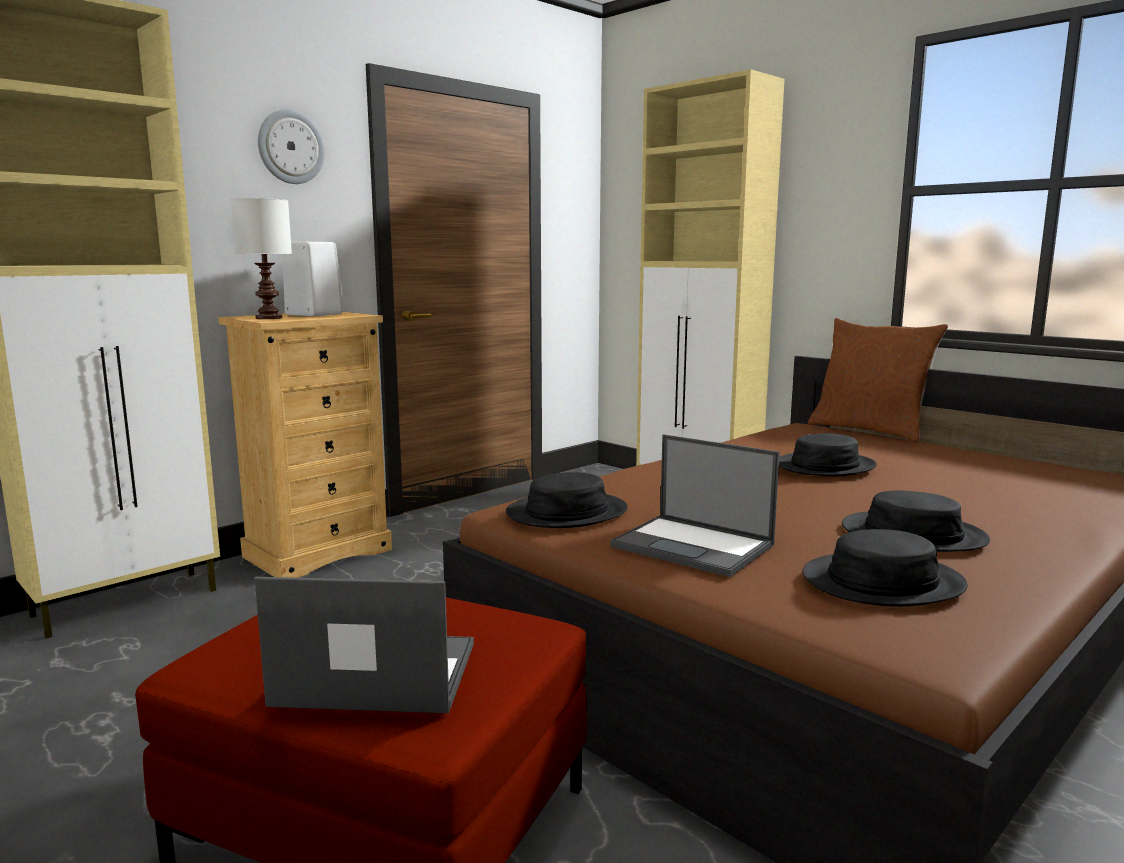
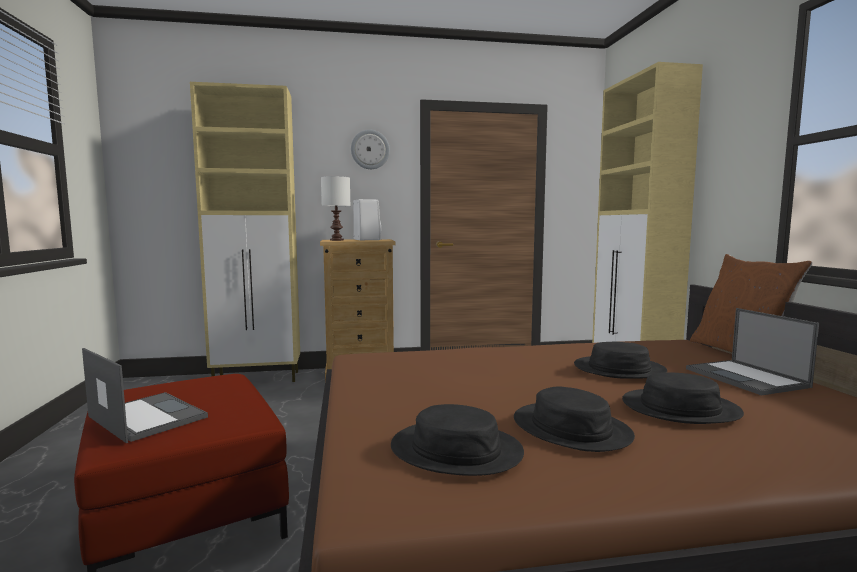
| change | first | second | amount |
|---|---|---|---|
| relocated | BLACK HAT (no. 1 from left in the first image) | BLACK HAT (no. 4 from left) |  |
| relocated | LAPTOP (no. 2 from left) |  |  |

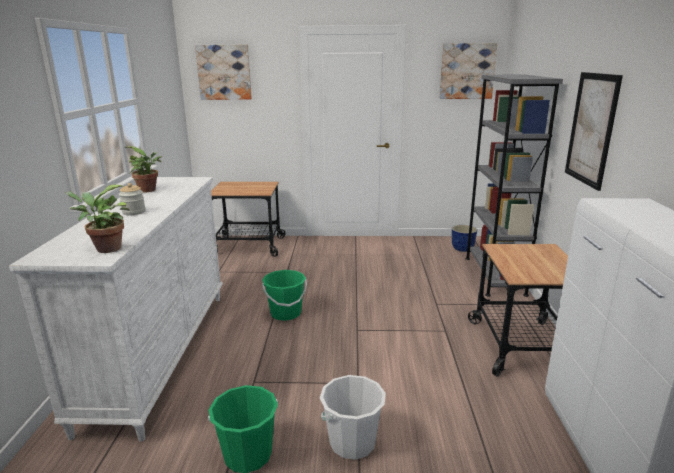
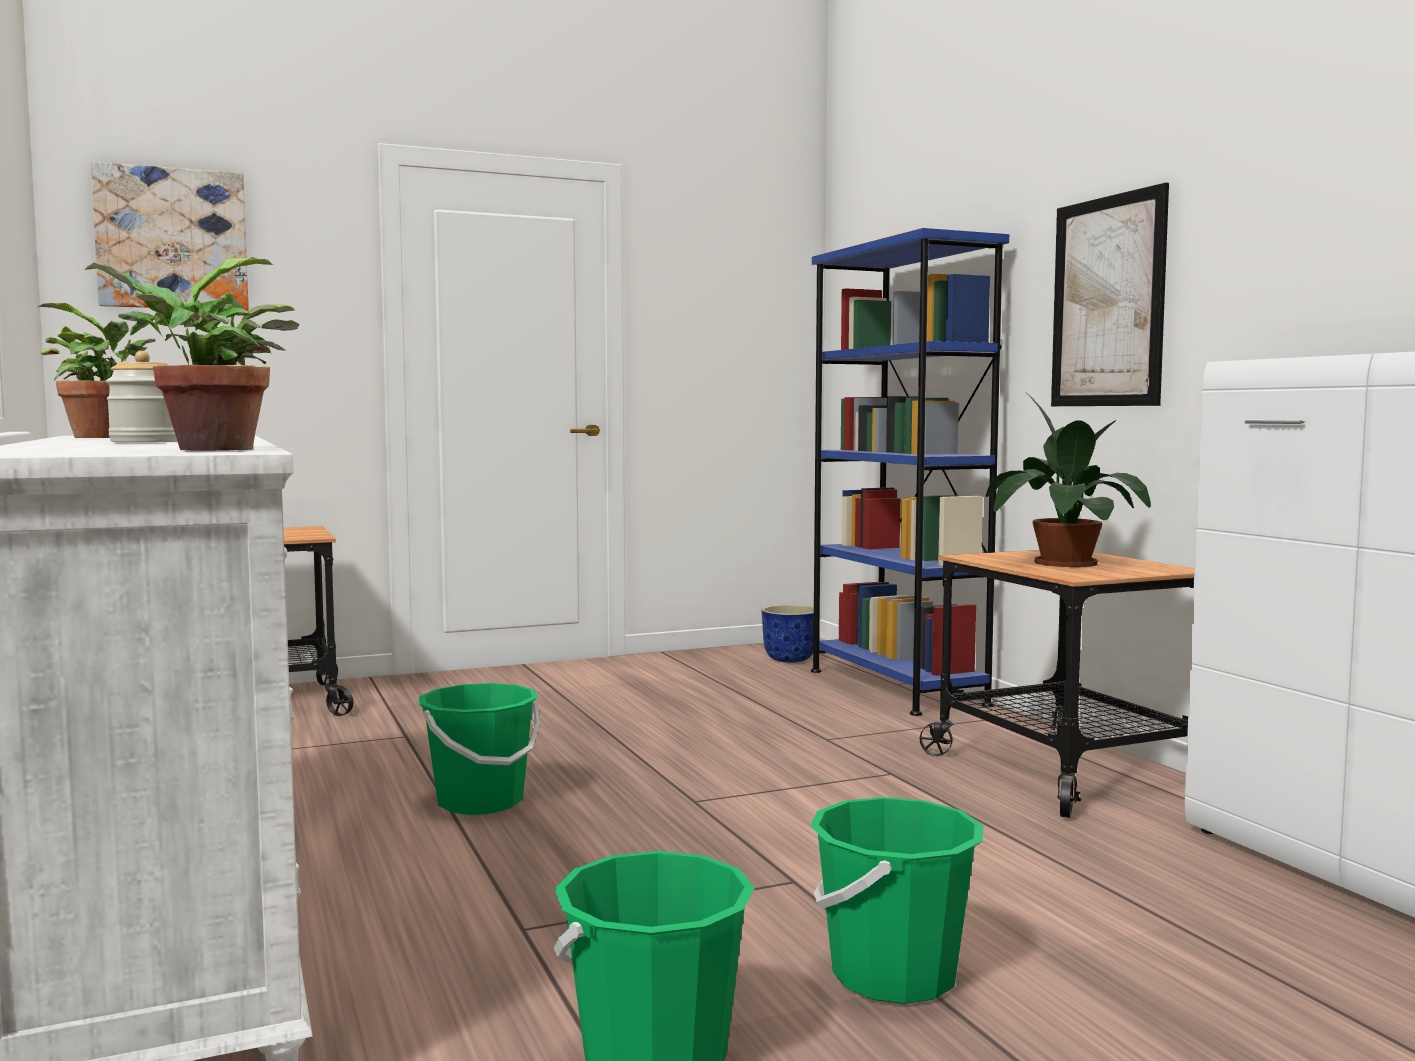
| change | first | second | amount |
|---|---|---|---|
| missing | PICTURE (no. 2 from left) |  |  |
| appeared |  | POTTED PLANT (no. 3 from left) |  |
| colour | WHITE BUCKET | GREEN BUCKET (no. 3 from left) |  |
| colour | GREY BOOKCASE | BLUE BOOKCASE |  |

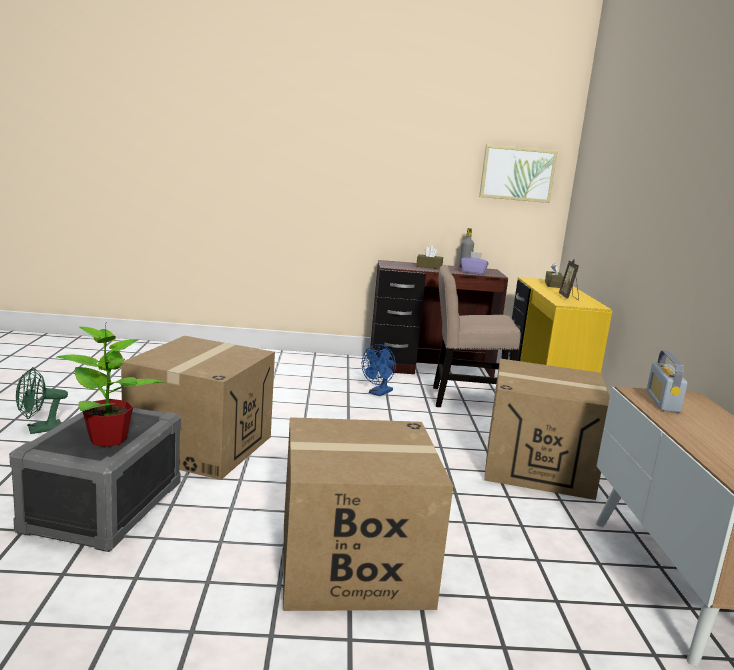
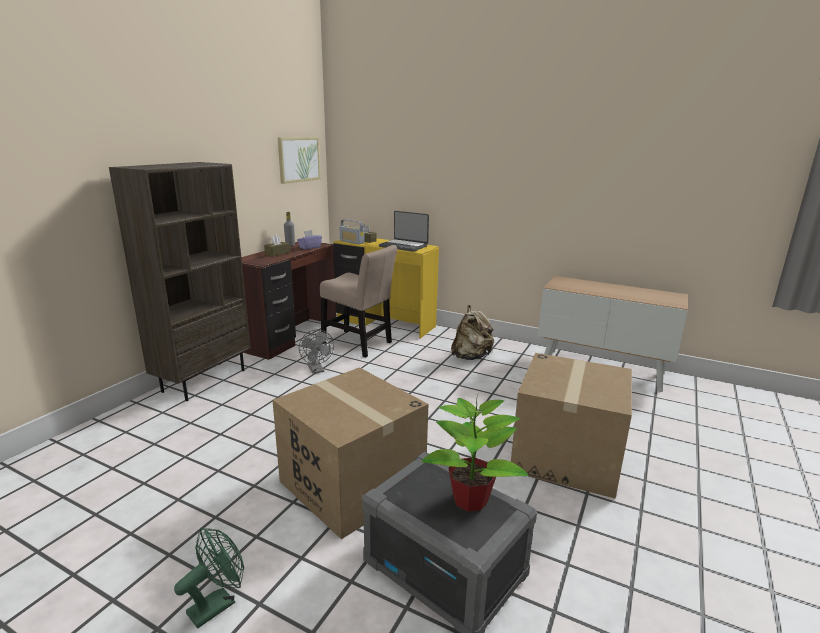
| change | first | second | amount |
|---|---|---|---|
| appeared |  | BROWN BOOKCASE |  |
| relocated | RADIO |  |  |
| exchanged | CARDBOARD BOX (no. 3 from left) | BEIGE BACKPACK |  |
| exchanged | PICTURE FRAME | LAPTOP |  |
| colour | BLUE FAN | GREY FAN |  |
| spun | GREEN FAN |  | 135 degrees counterclockwise |
| spun | BEIGE CHAIR |  | 90 degrees counterclockwise |

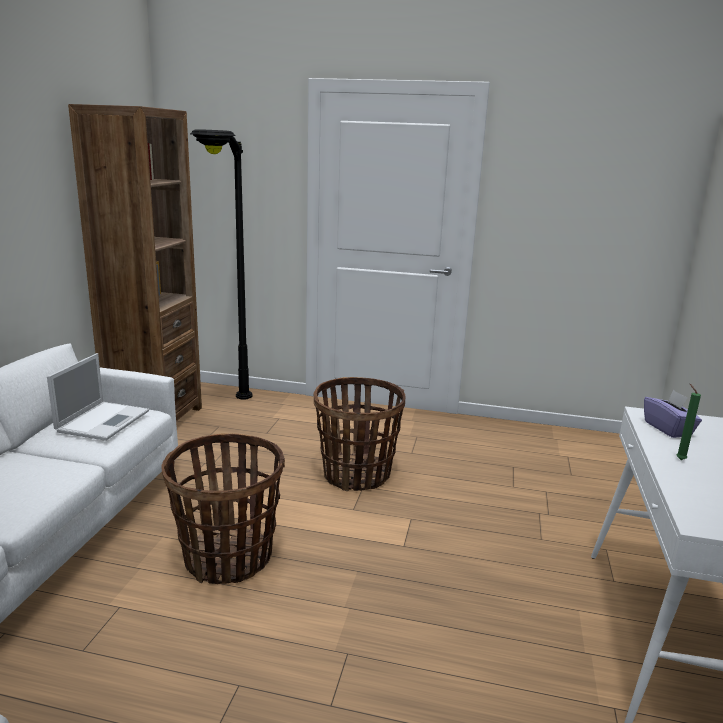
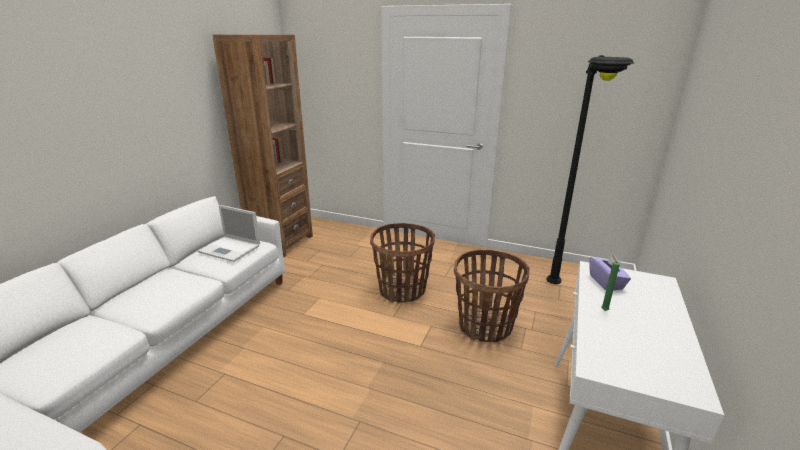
| change | first | second | amount |
|---|---|---|---|
| relocated | BASKET (no. 1 from left in the first image) | BASKET (no. 2 from left) |  |
| relocated | BLACK FLOOR LAMP |  |  |
| spun | LAPTOP |  | 90 degrees clockwise |

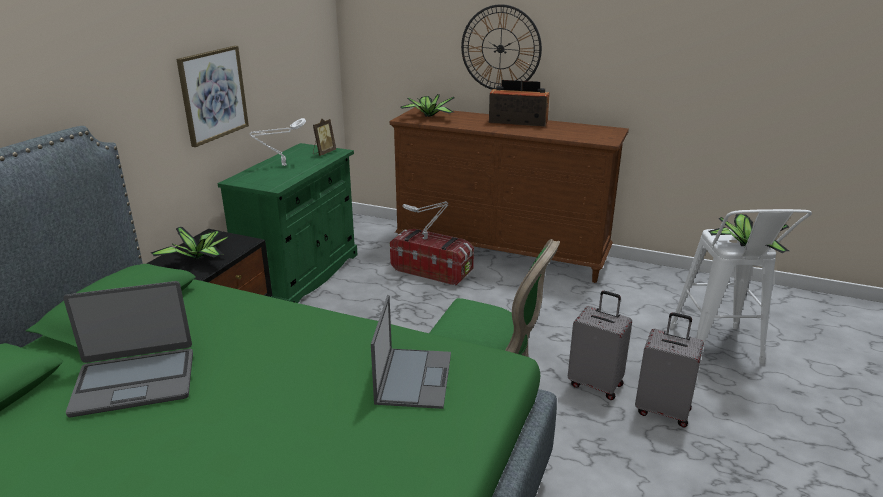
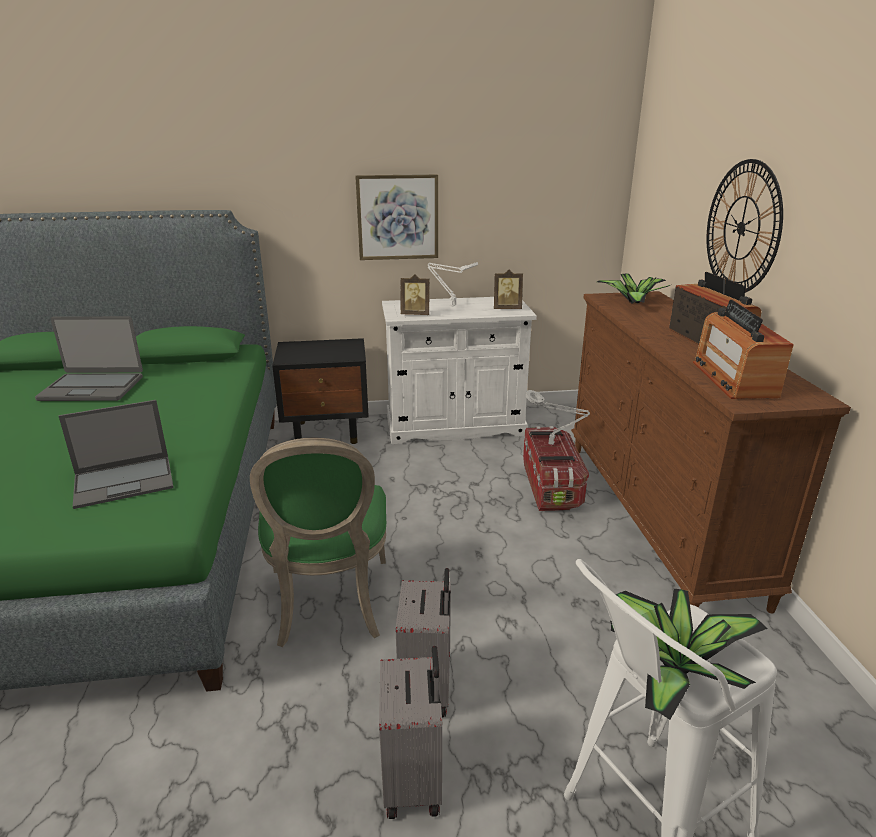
| change | first | second | amount |
|---|---|---|---|
| missing | POTTED PLANT (no. 1 from left) |  |  |
| appeared |  | PICTURE FRAME (no. 1 from left) |  |
| appeared |  | RADIO (no. 2 from left) |  |
| colour | GREEN CABINET | WHITE CABINET |  |
| spun | LAPTOP (no. 1 from left) |  | 45 degrees counterclockwise |

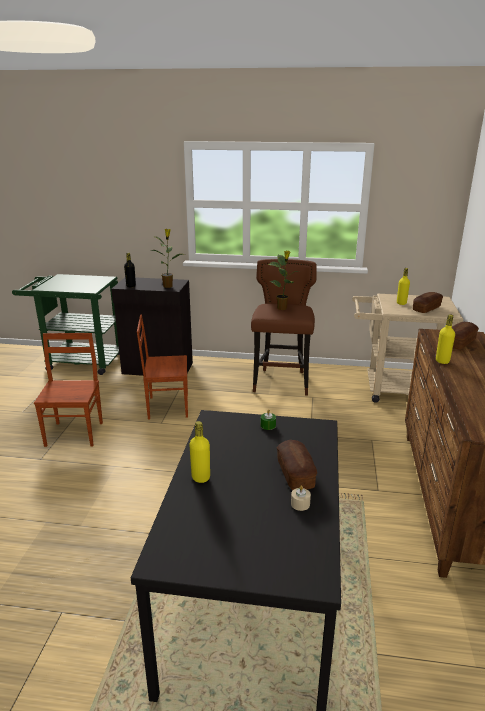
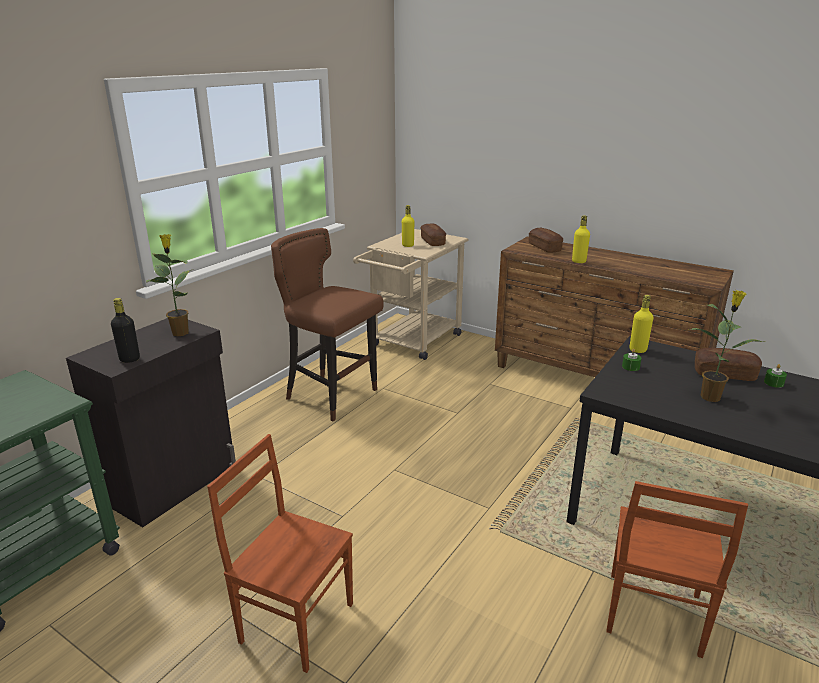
| change | first | second | amount |
|---|---|---|---|
| relocated | BROWN CHAIR (no. 2 from left) |  |  |
| relocated | YELLOW BOTTLE (no. 1 from left in the first image) | YELLOW BOTTLE (no. 3 from left) |  |
| relocated | POTTED PLANT (no. 2 from left) |  |  |
| colour | BEIGE CANDLE | GREEN CANDLE (no. 2 from left) |  |

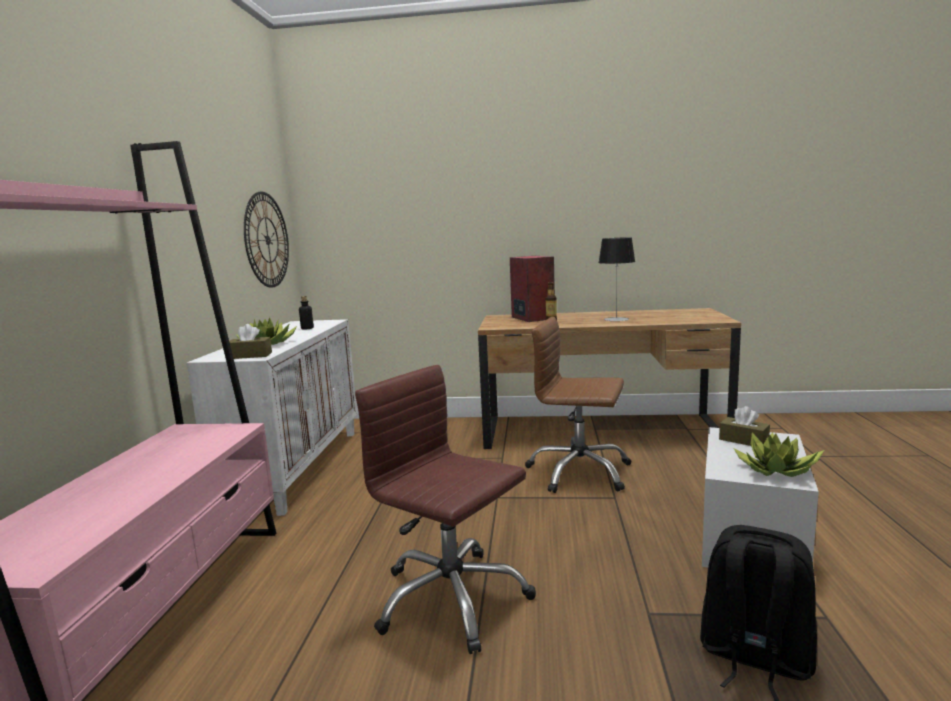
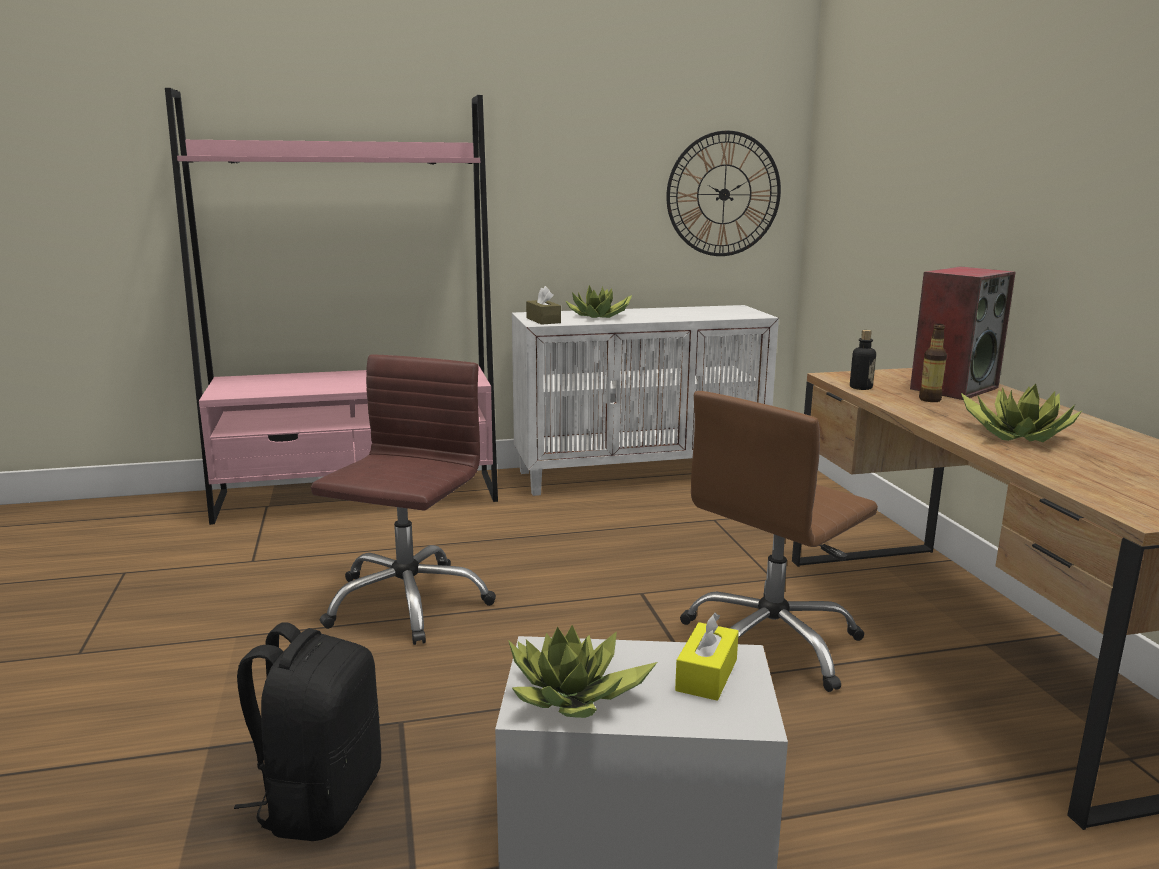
| change | first | second | amount |
|---|---|---|---|
| relocated | BOTTLE (no. 1 from left) |  |  |
| exchanged | TABLE LAMP | POTTED PLANT (no. 3 from left) |  |
| colour | BROWN TISSUE BOX (no. 2 from left) | YELLOW TISSUE BOX |  |
| spun | BROWN OFFICE CHAIR (no. 2 from left) |  | 135 degrees counterclockwise |

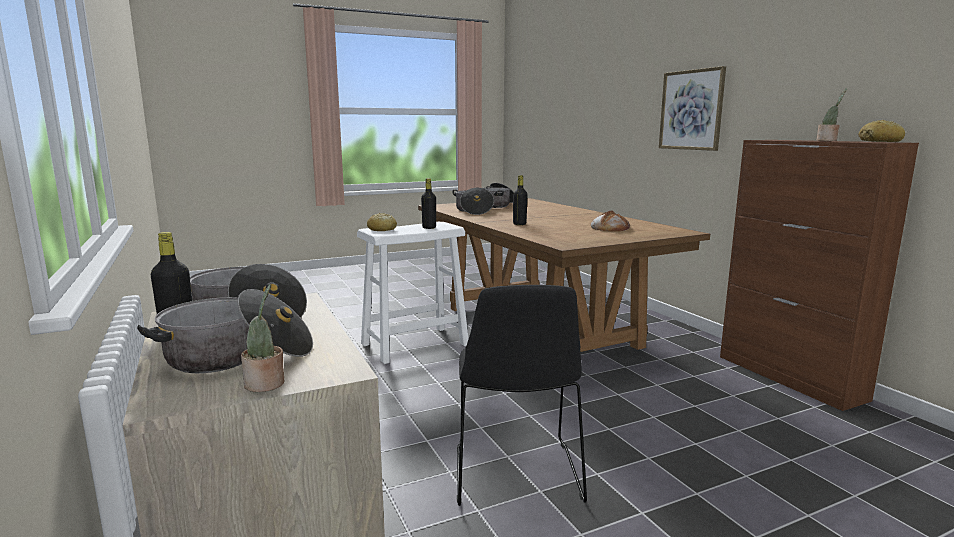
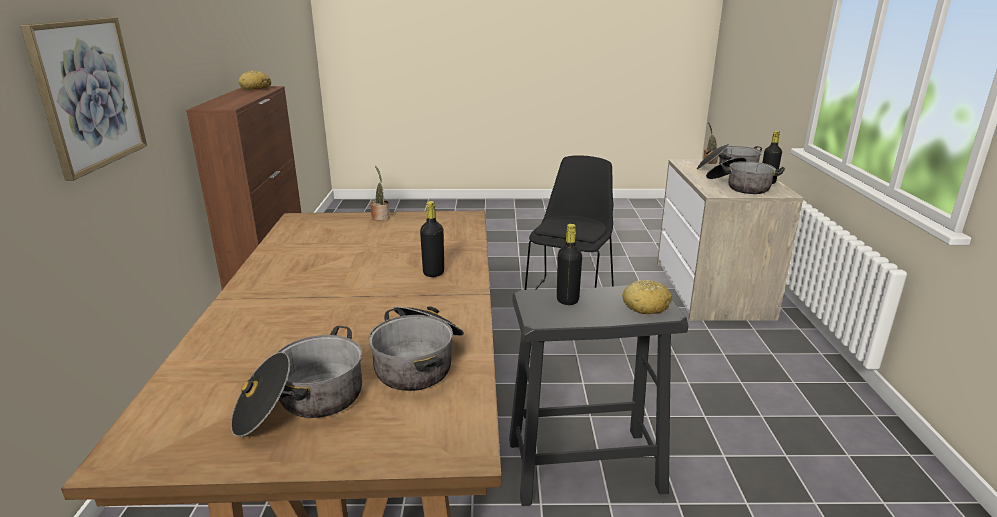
| change | first | second | amount |
|---|---|---|---|
| missing | BREAD (no. 2 from left) |  |  |
| relocated | POTTED PLANT (no. 2 from left in the first image) | POTTED PLANT (no. 1 from left) |  |
| colour | WHITE STOOL | BLACK STOOL |  |

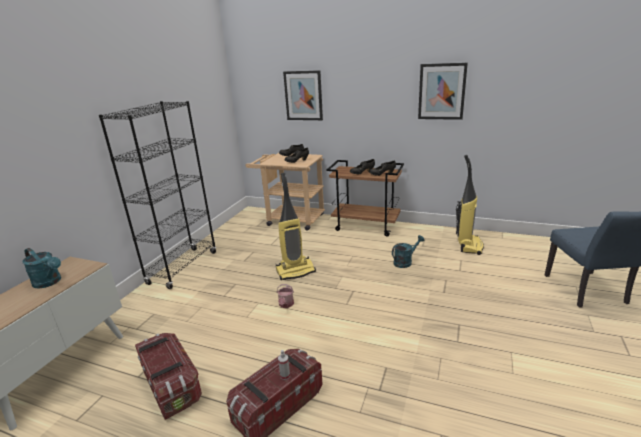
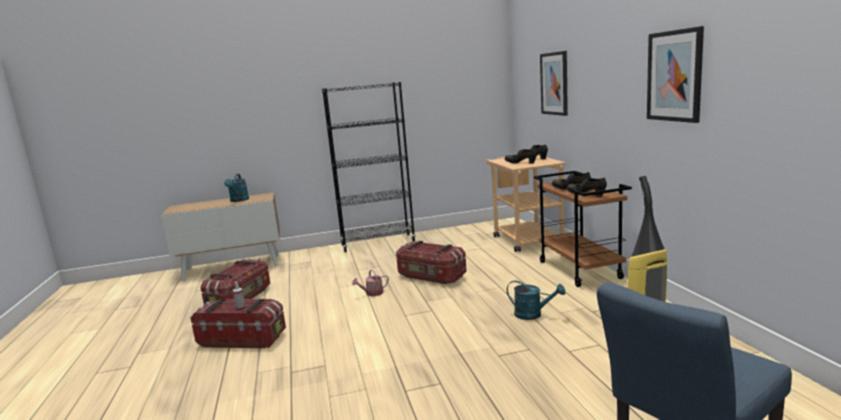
| change | first | second | amount |
|---|---|---|---|
| exchanged | VACUUM CLEANER (no. 1 from left) | STORAGE BOX (no. 3 from left) |  |

